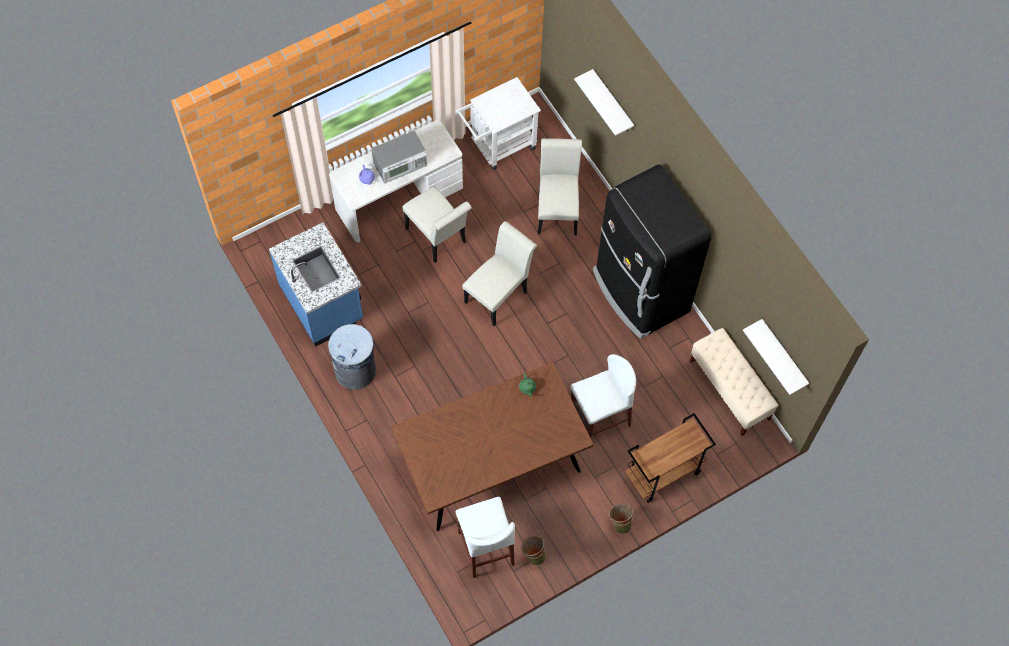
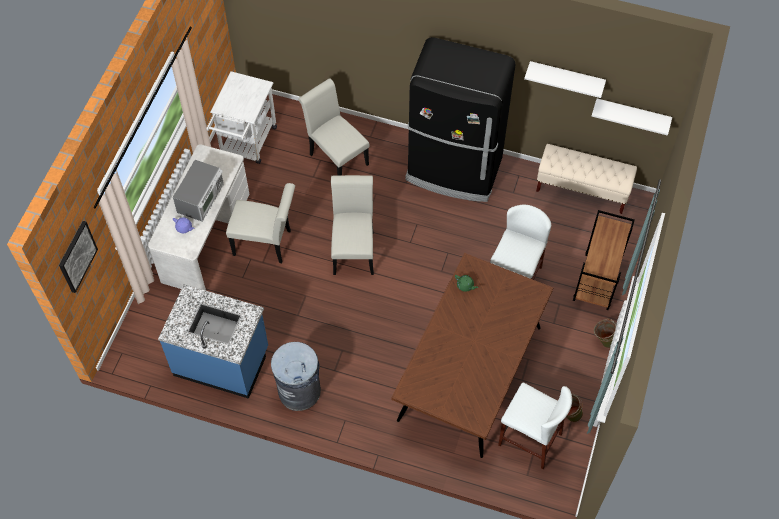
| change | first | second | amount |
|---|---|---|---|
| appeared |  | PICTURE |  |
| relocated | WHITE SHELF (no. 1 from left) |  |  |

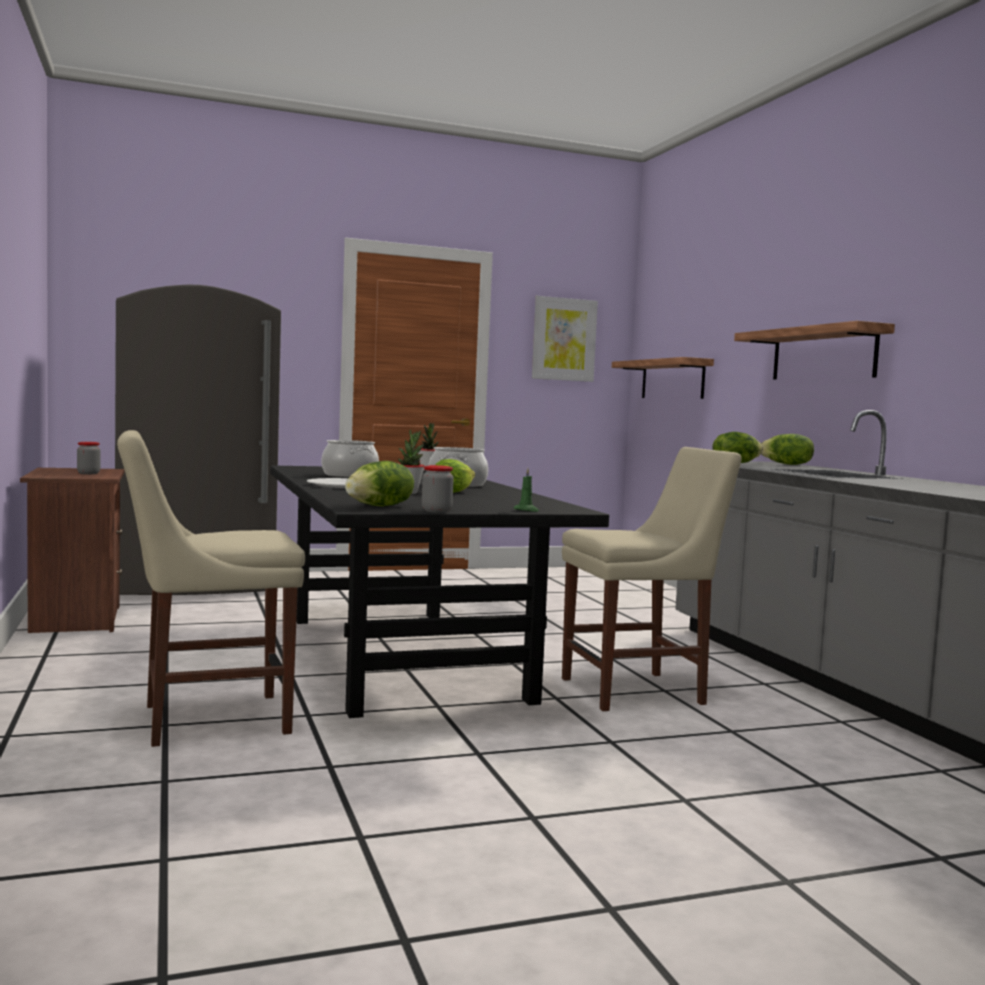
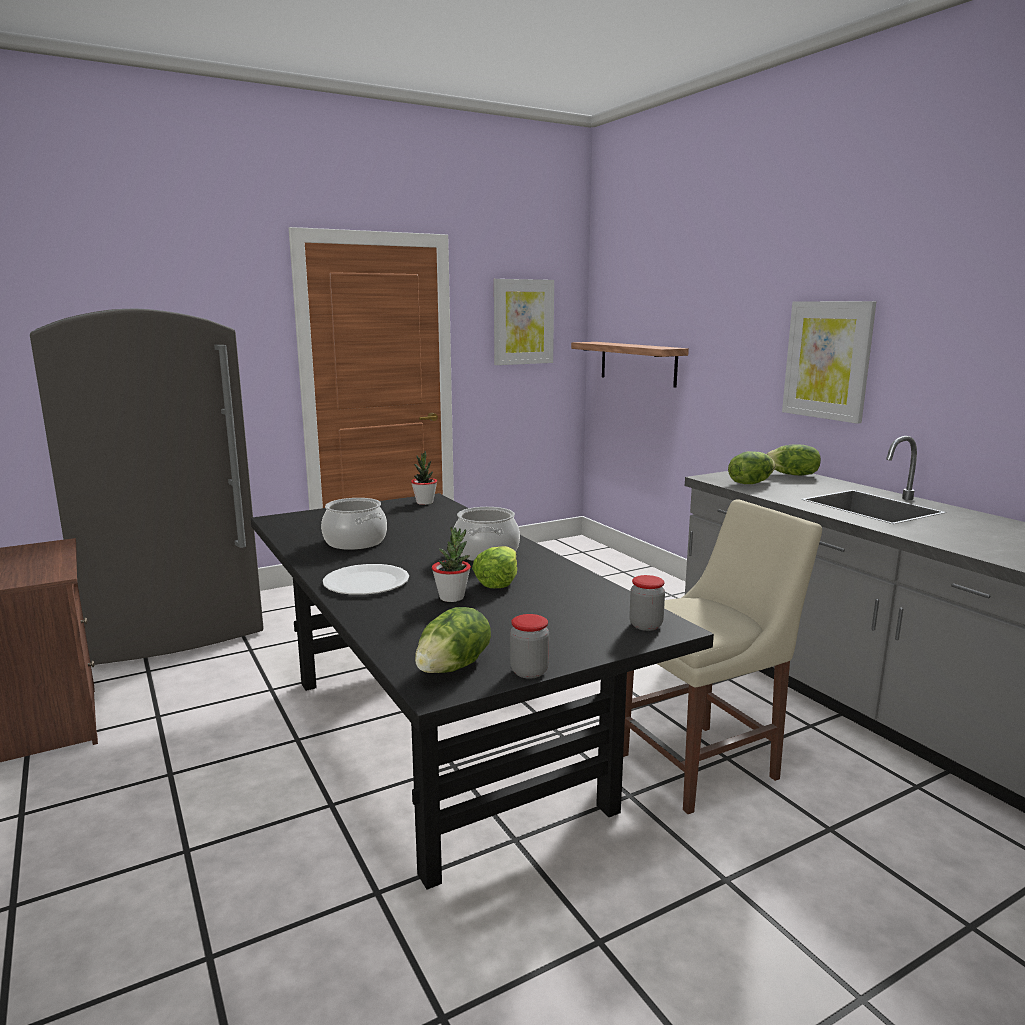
| change | first | second | amount |
|---|---|---|---|
| missing | BEIGE CHAIR (no. 1 from left) |  |  |
| missing | GREEN CANDLE |  |  |
| relocated | JAR (no. 1 from left in the first image) | JAR (no. 2 from left) |  |
| exchanged | SHELF (no. 2 from left) | PICTURE (no. 2 from left) |  |

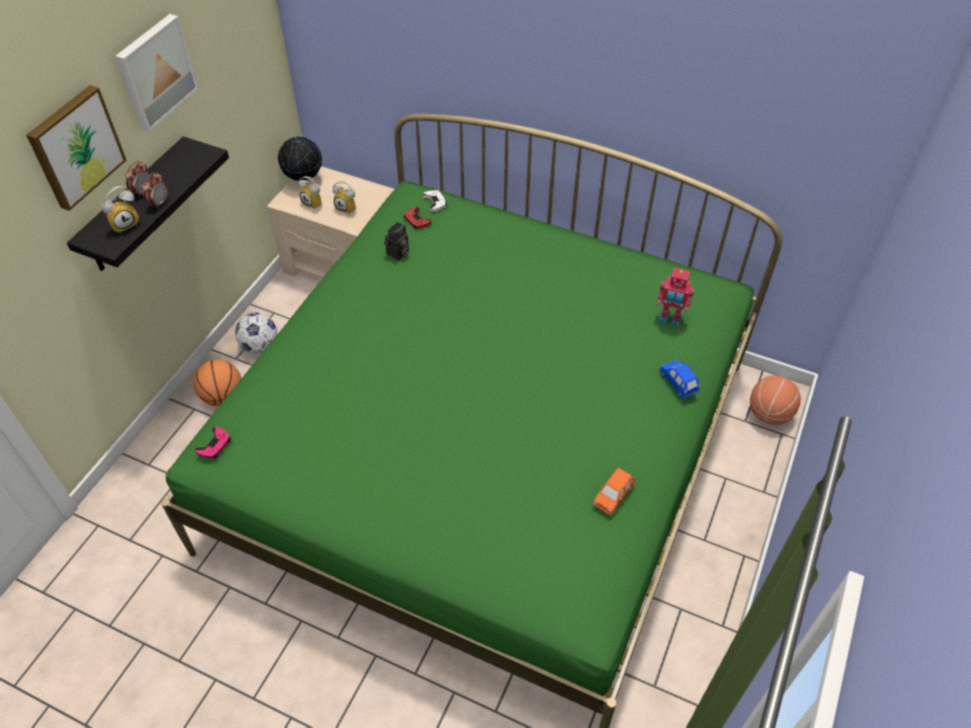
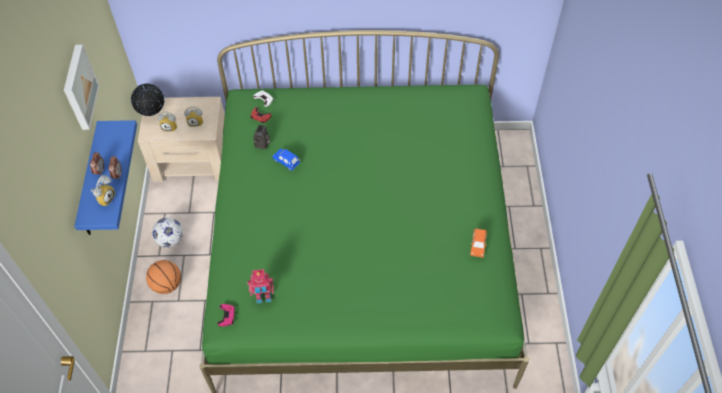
| change | first | second | amount |
|---|---|---|---|
| missing | PICTURE (no. 1 from left) |  |  |
| missing | BASKETBALL (no. 2 from left) |  |  |
| relocated | TOY ROBOT |  |  |
| relocated | BLUE TOY CAR |  |  |
| colour | BLACK SHELF | BLUE SHELF |  |

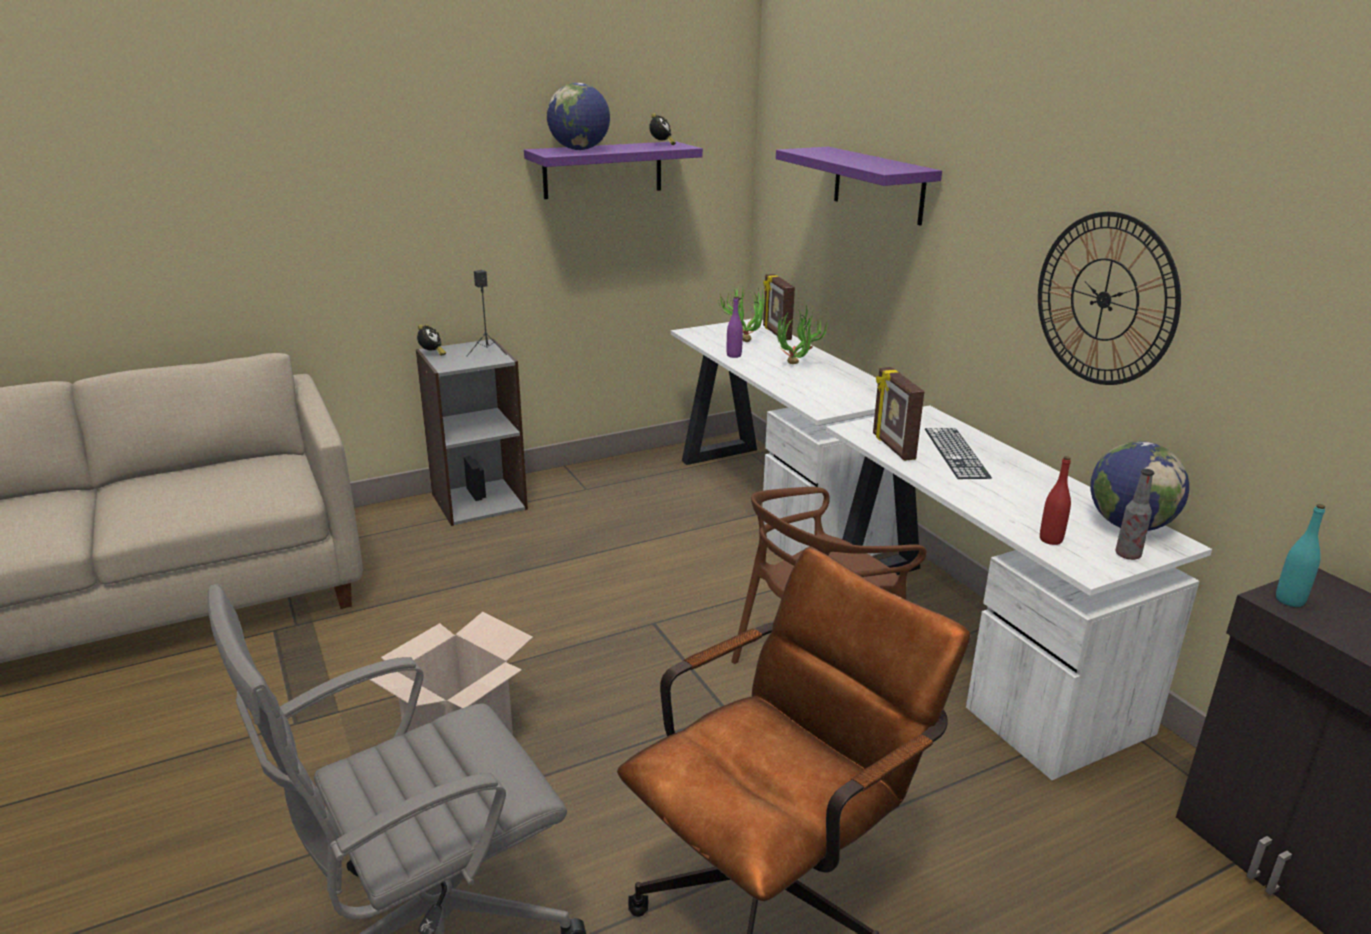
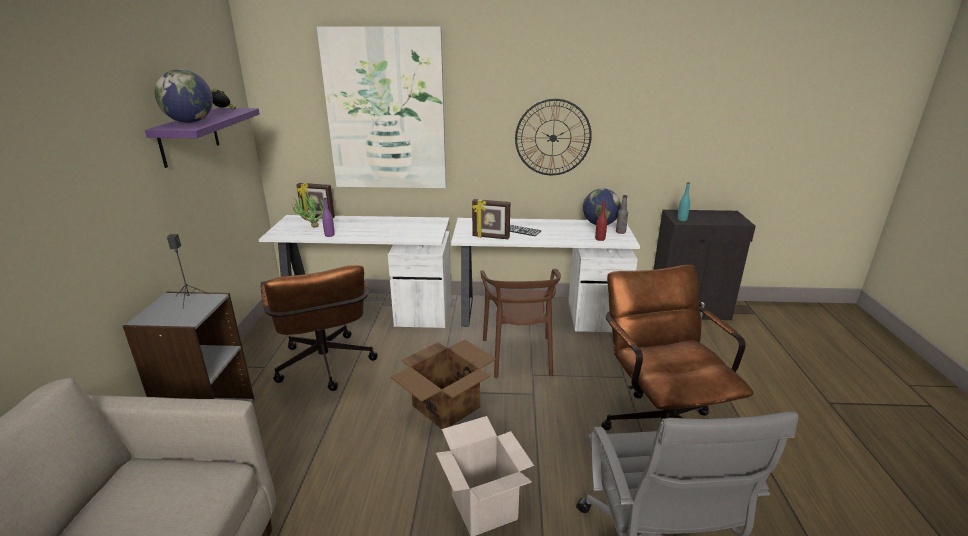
| change | first | second | amount |
|---|---|---|---|
| missing | ALARM CLOCK (no. 1 from left) |  |  |
| missing | POTTED PLANT (no. 2 from left) |  |  |
| appeared |  | BROWN OFFICE CHAIR (no. 1 from left) |  |
| appeared |  | CARDBOARD BOX (no. 1 from left) |  |
| exchanged | PURPLE SHELF (no. 2 from left) | PICTURE |  |

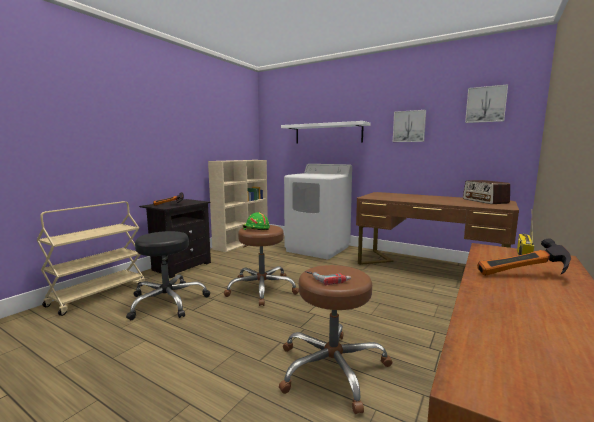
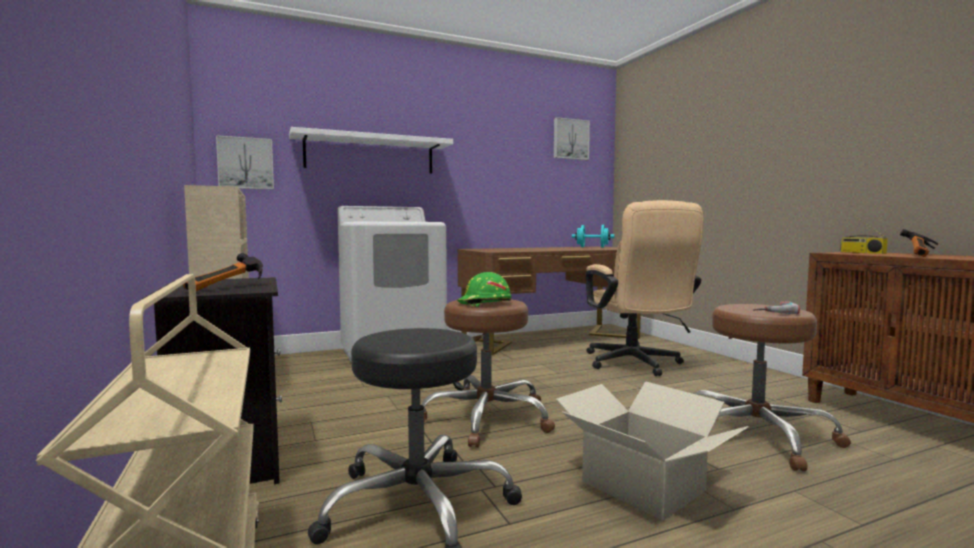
| change | first | second | amount |
|---|---|---|---|
| appeared |  | CARDBOARD BOX |  |
| appeared |  | BEIGE OFFICE CHAIR |  |
| relocated | PICTURE (no. 1 from left) |  |  |
| exchanged | RADIO (no. 1 from left) | TURQUOISE DUMBBELL |  |

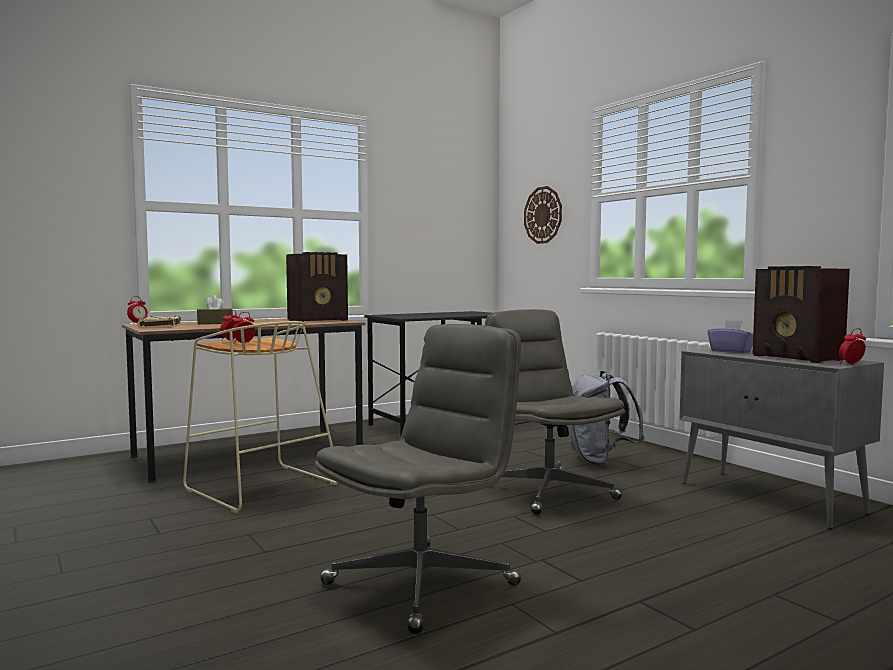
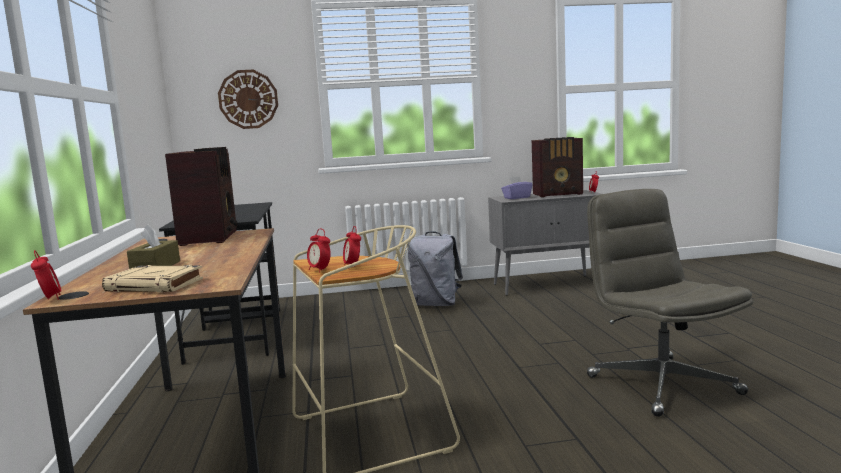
| change | first | second | amount |
|---|---|---|---|
| missing | GREY OFFICE CHAIR (no. 2 from left) |  |  |

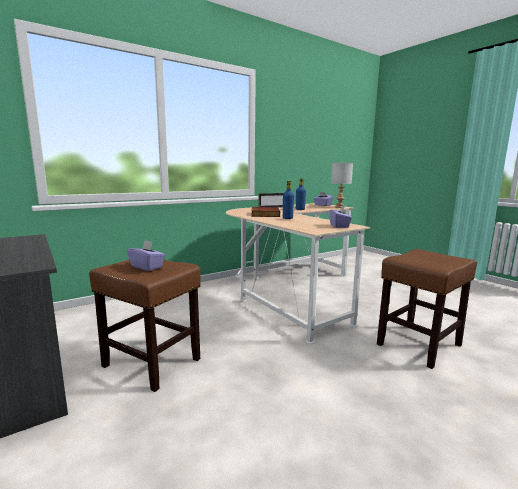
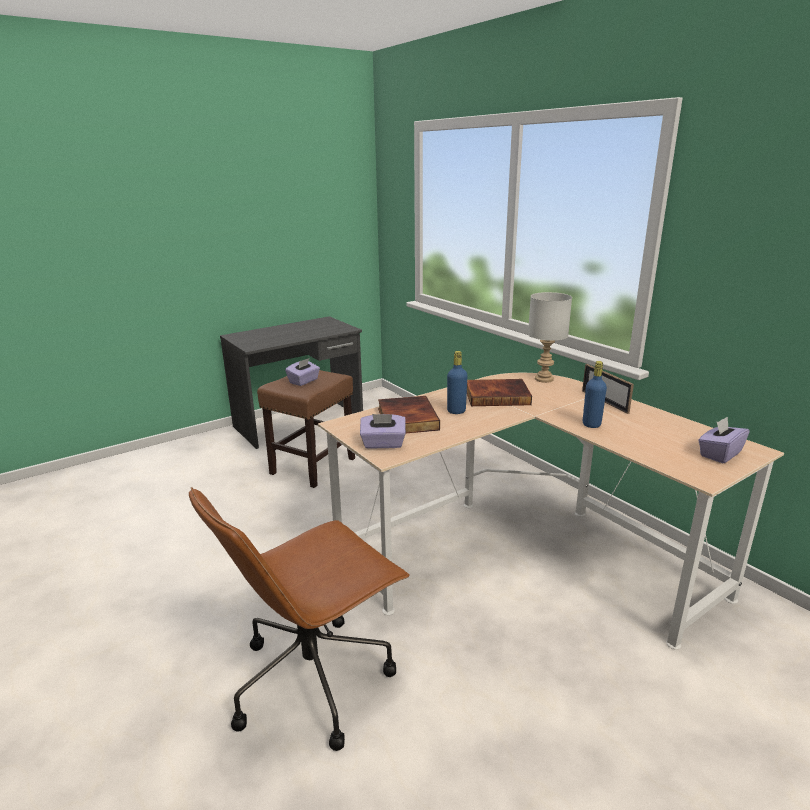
| change | first | second | amount |
|---|---|---|---|
| appeared |  | BOOK (no. 1 from left) |  |
| relocated | GREY TABLE LAMP |  |  |
| exchanged | BROWN STOOL (no. 2 from left) | BROWN OFFICE CHAIR |  |

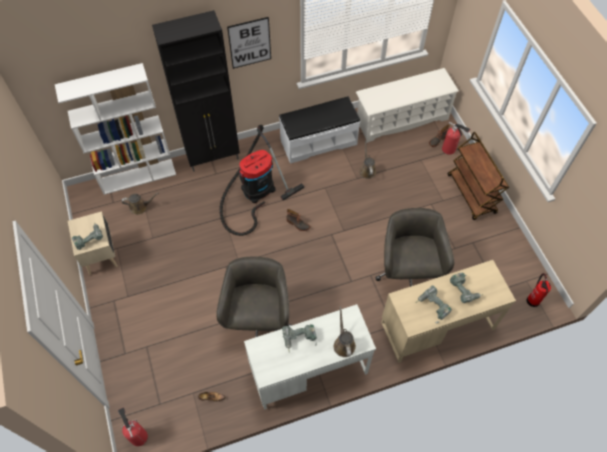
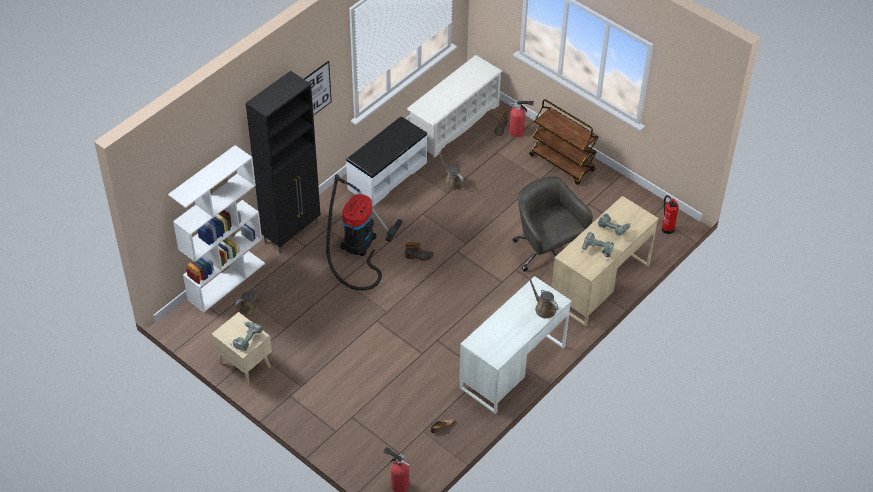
| change | first | second | amount |
|---|---|---|---|
| missing | GREY OFFICE CHAIR (no. 1 from left) |  |  |
| missing | POWER DRILL (no. 2 from left) |  |  |

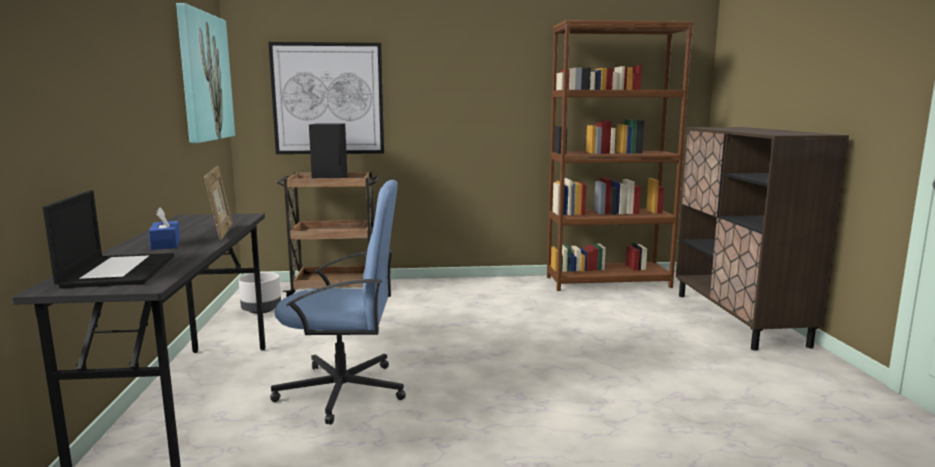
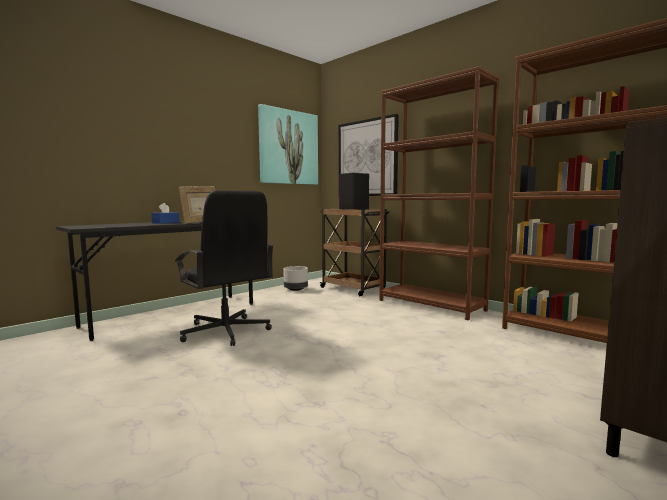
| change | first | second | amount |
|---|---|---|---|
| missing | LAPTOP |  |  |
| appeared |  | BROWN BOOKCASE (no. 1 from left) |  |
| colour | BLUE OFFICE CHAIR | BLACK OFFICE CHAIR |  |

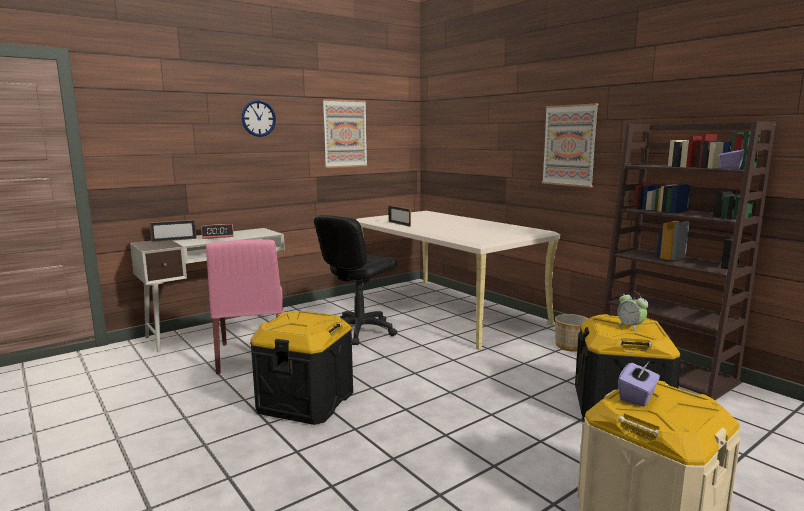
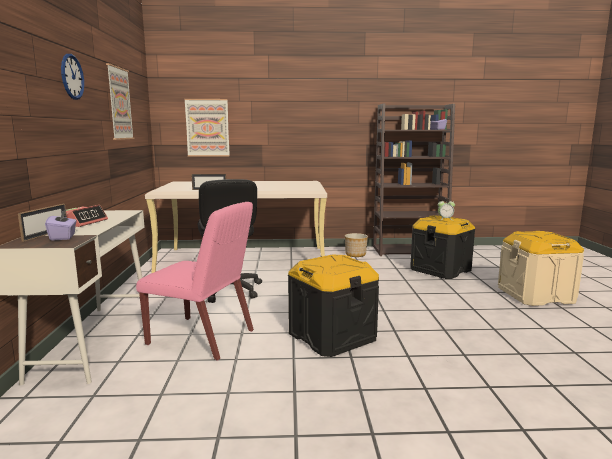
| change | first | second | amount |
|---|---|---|---|
| relocated | PICTURE (no. 2 from left) |  |  |
| relocated | PURPLE TISSUE BOX (no. 1 from left) |  |  |

